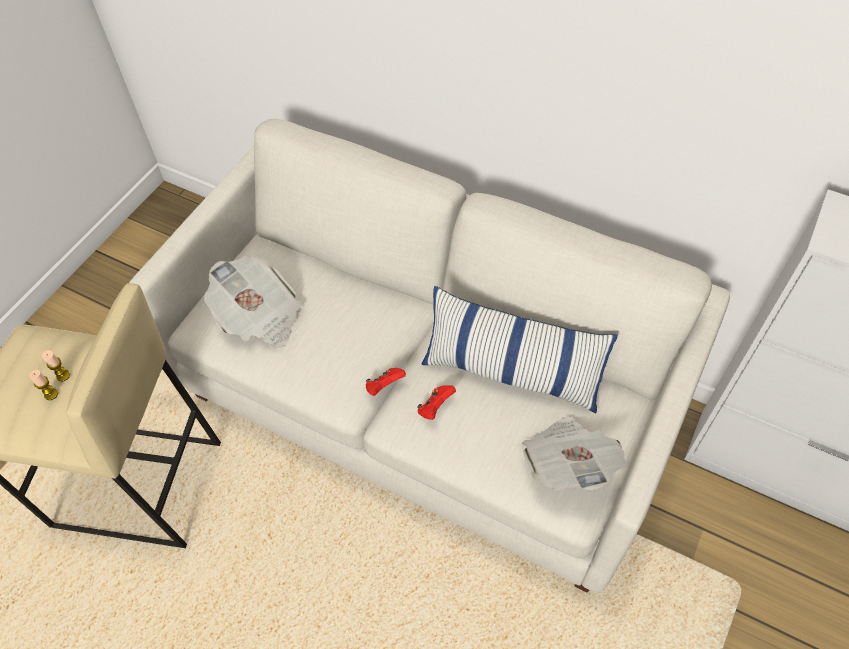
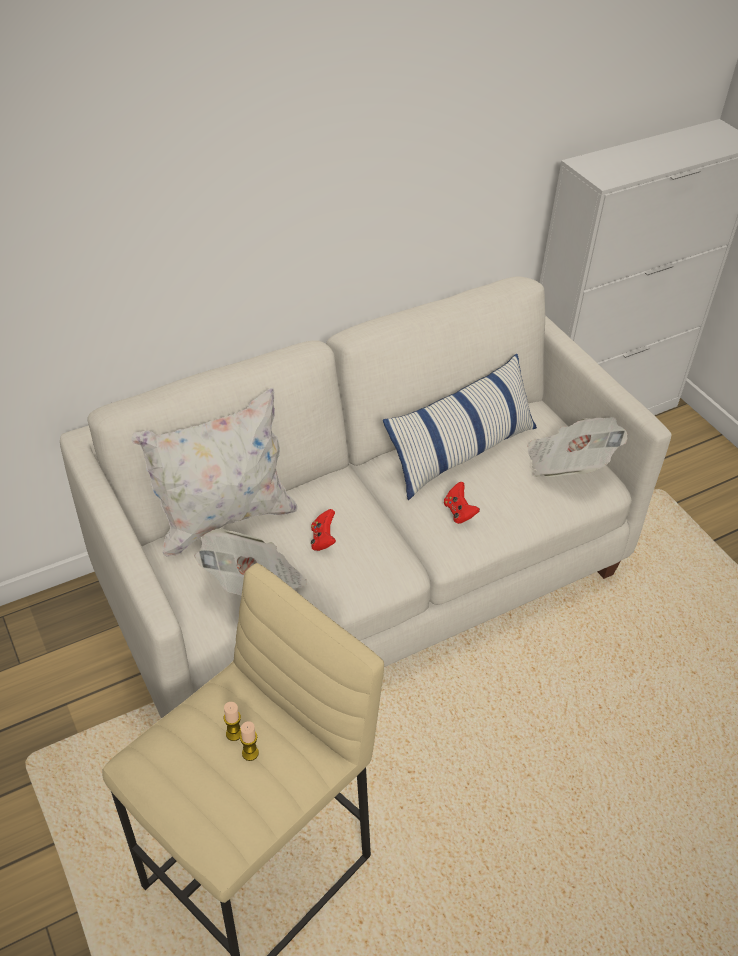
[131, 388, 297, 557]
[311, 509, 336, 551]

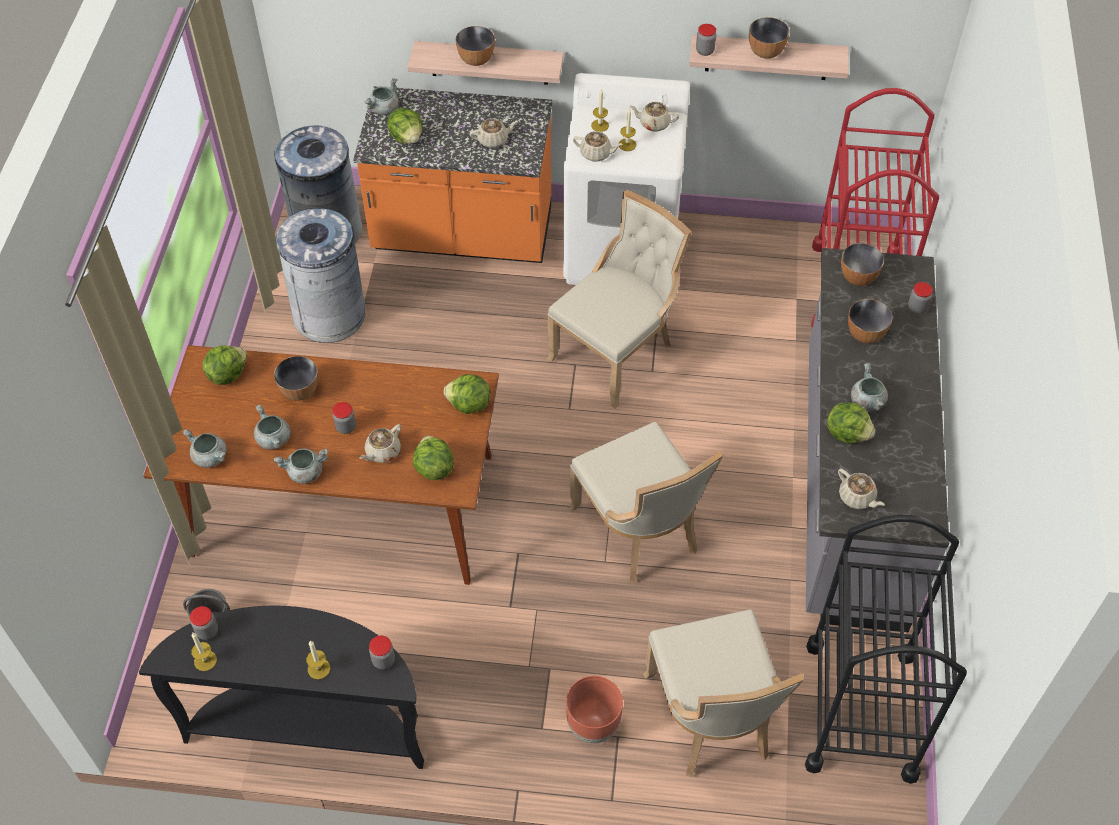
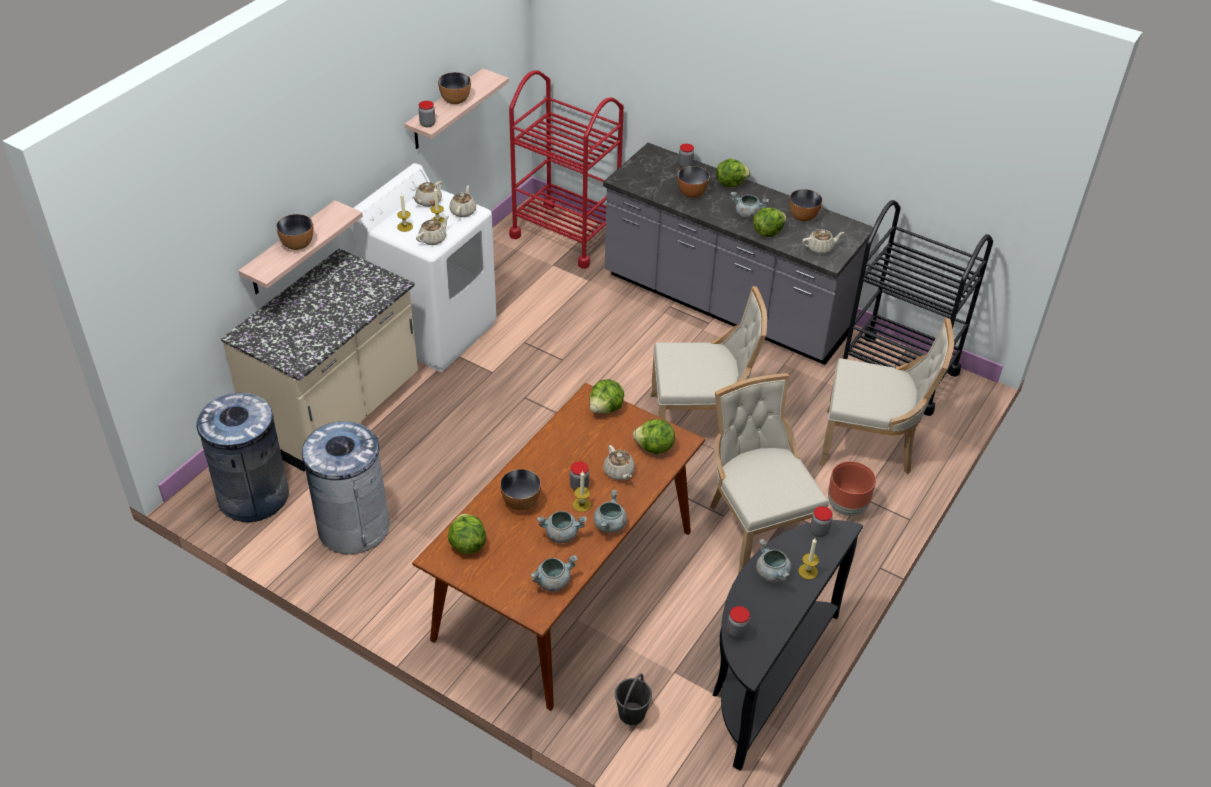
[221, 248, 418, 472]
[449, 185, 476, 217]
[573, 471, 591, 512]
[710, 373, 828, 574]
[716, 159, 750, 187]
[756, 539, 791, 583]
[789, 189, 822, 221]

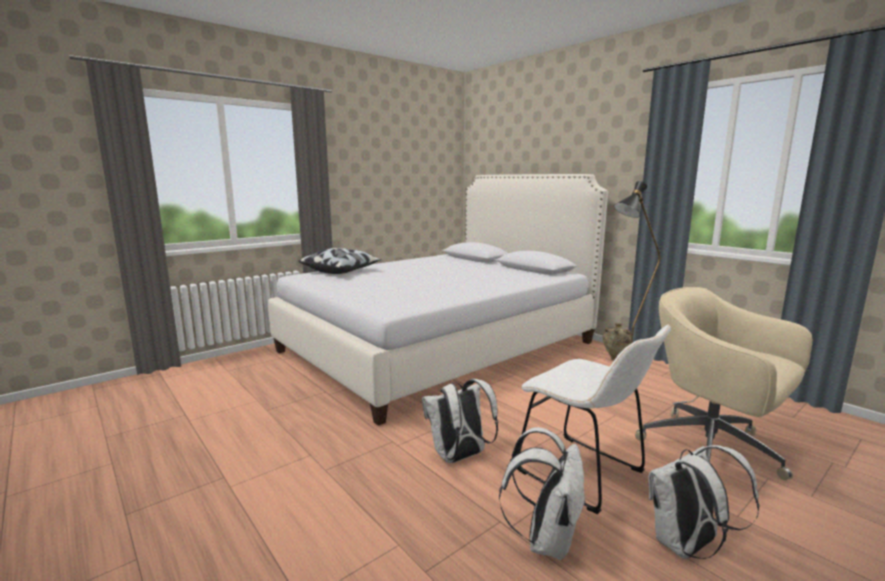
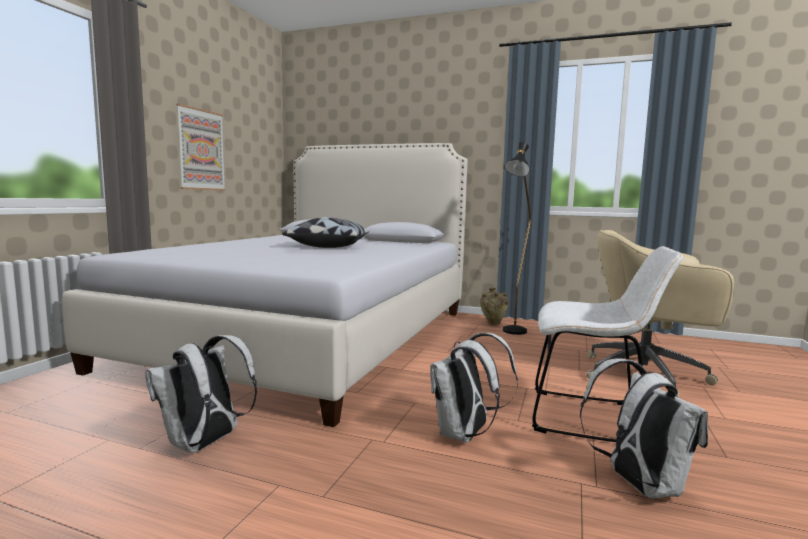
[145, 335, 257, 453]
[176, 104, 226, 191]
[283, 217, 369, 248]

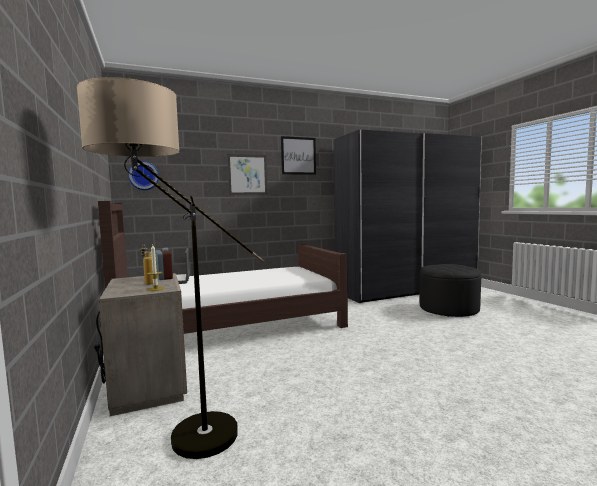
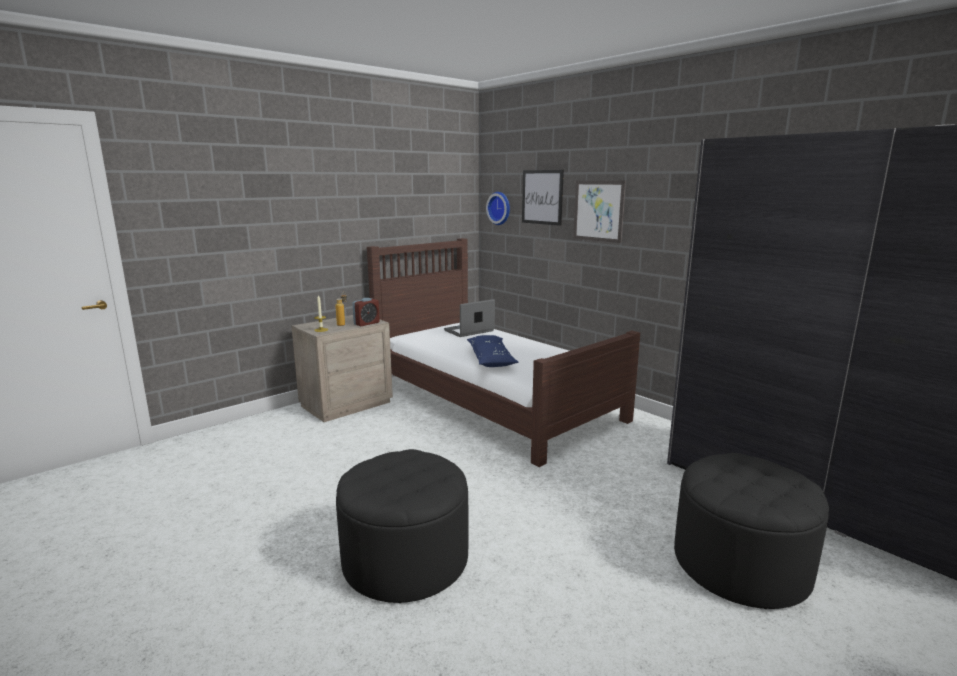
[336, 449, 469, 603]
[467, 335, 519, 367]
[522, 170, 564, 226]
[77, 77, 264, 459] (first image)

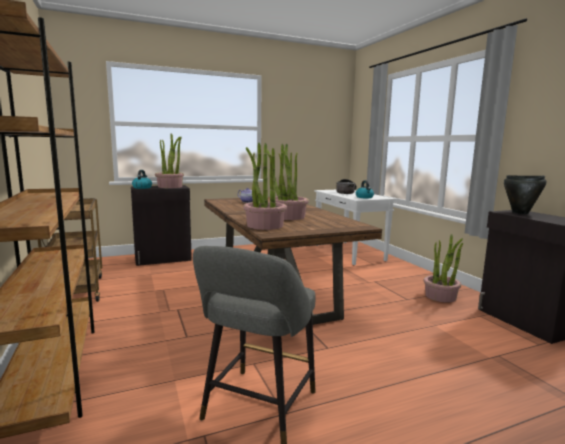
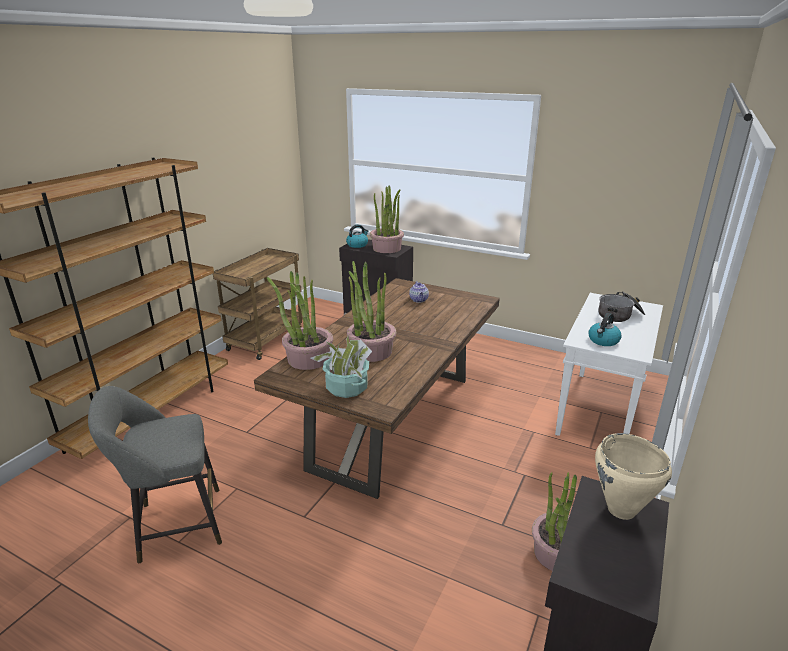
[310, 336, 372, 398]
[595, 433, 672, 520]

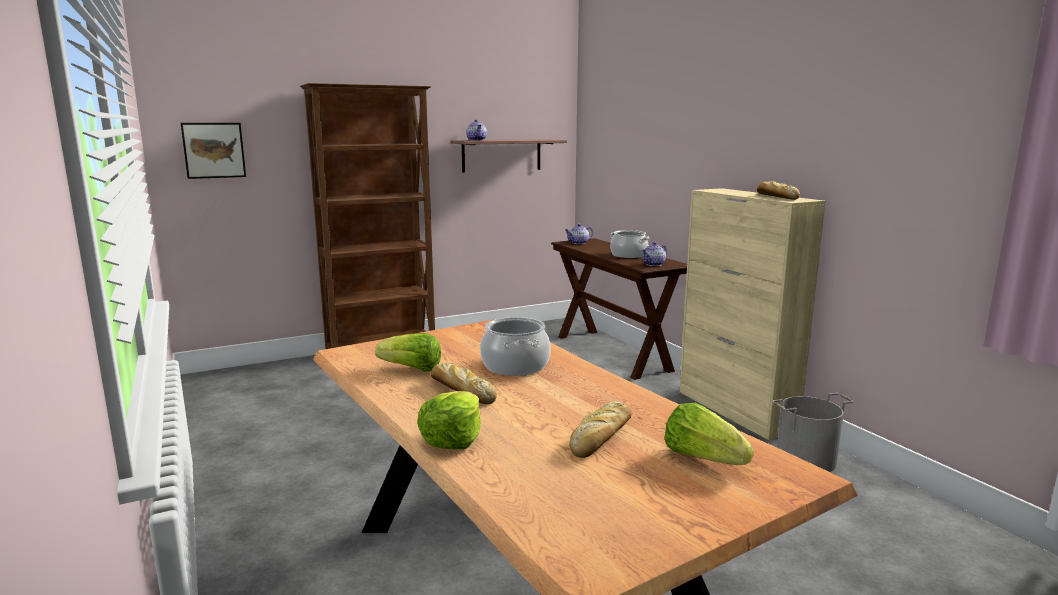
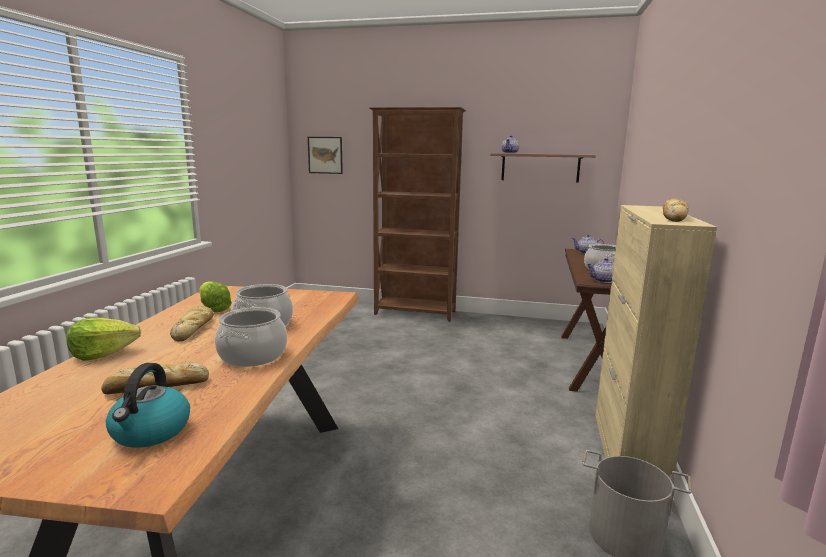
[106, 363, 190, 448]
[215, 307, 287, 367]

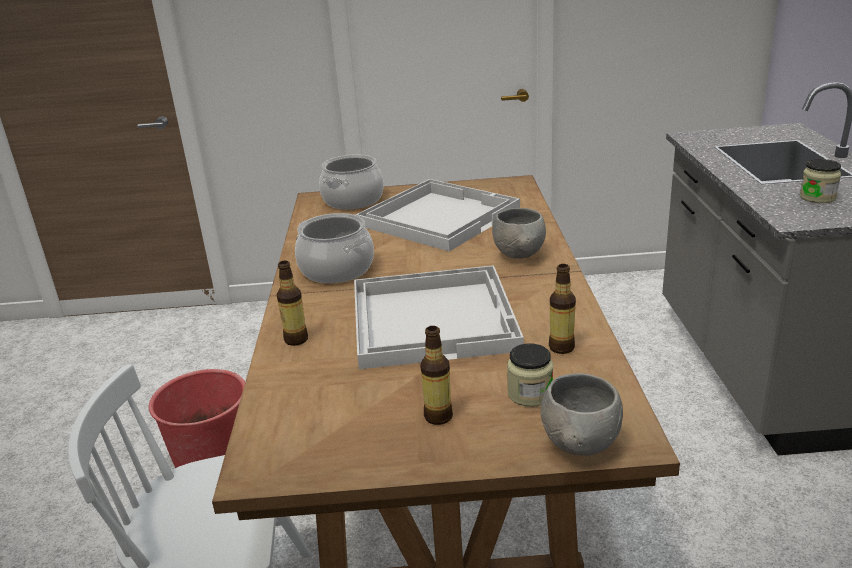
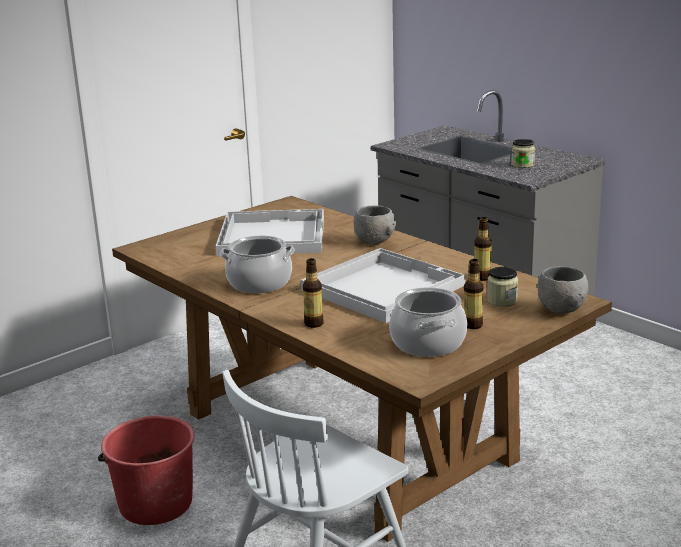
[389, 287, 467, 357]

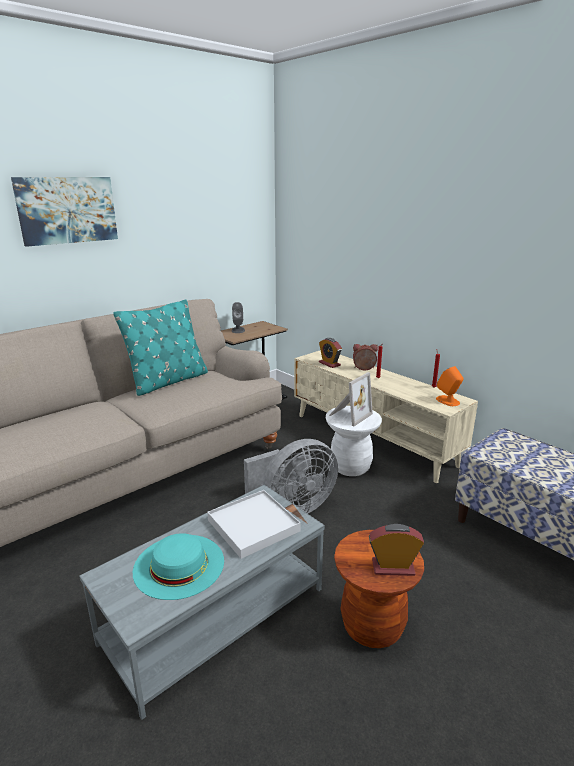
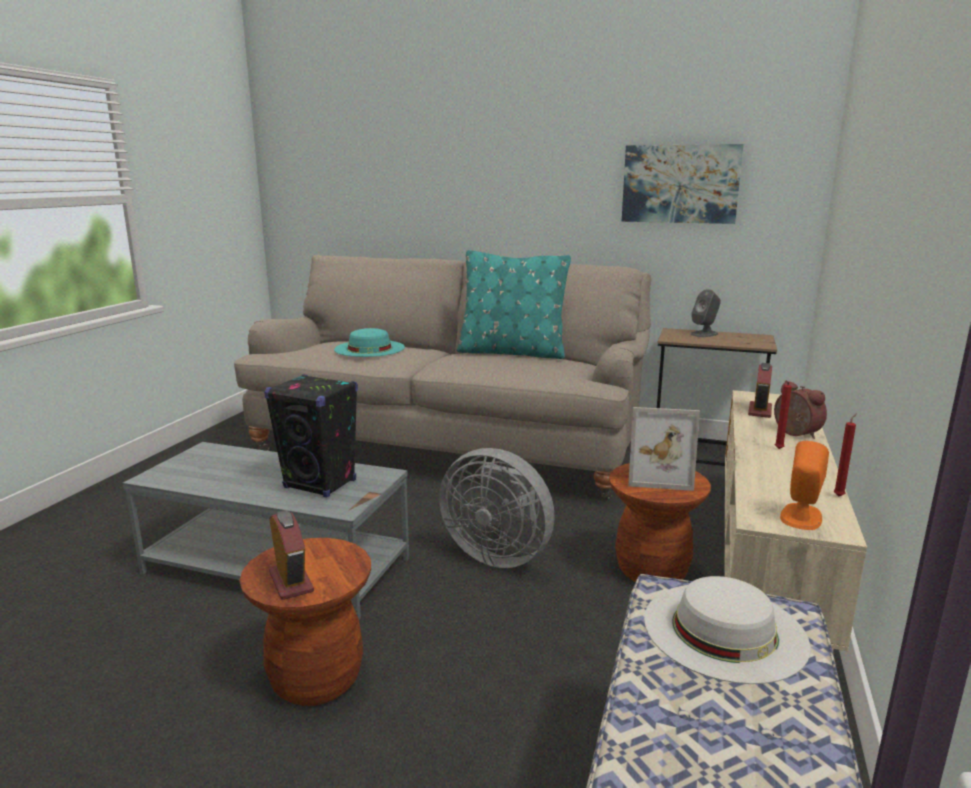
[264, 374, 358, 498]
[334, 328, 405, 357]
[609, 463, 711, 582]
[622, 144, 744, 224]
[644, 576, 810, 684]

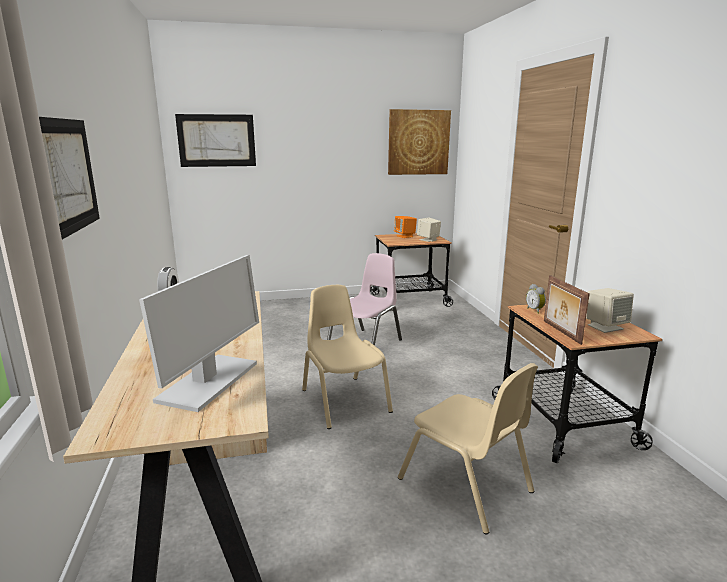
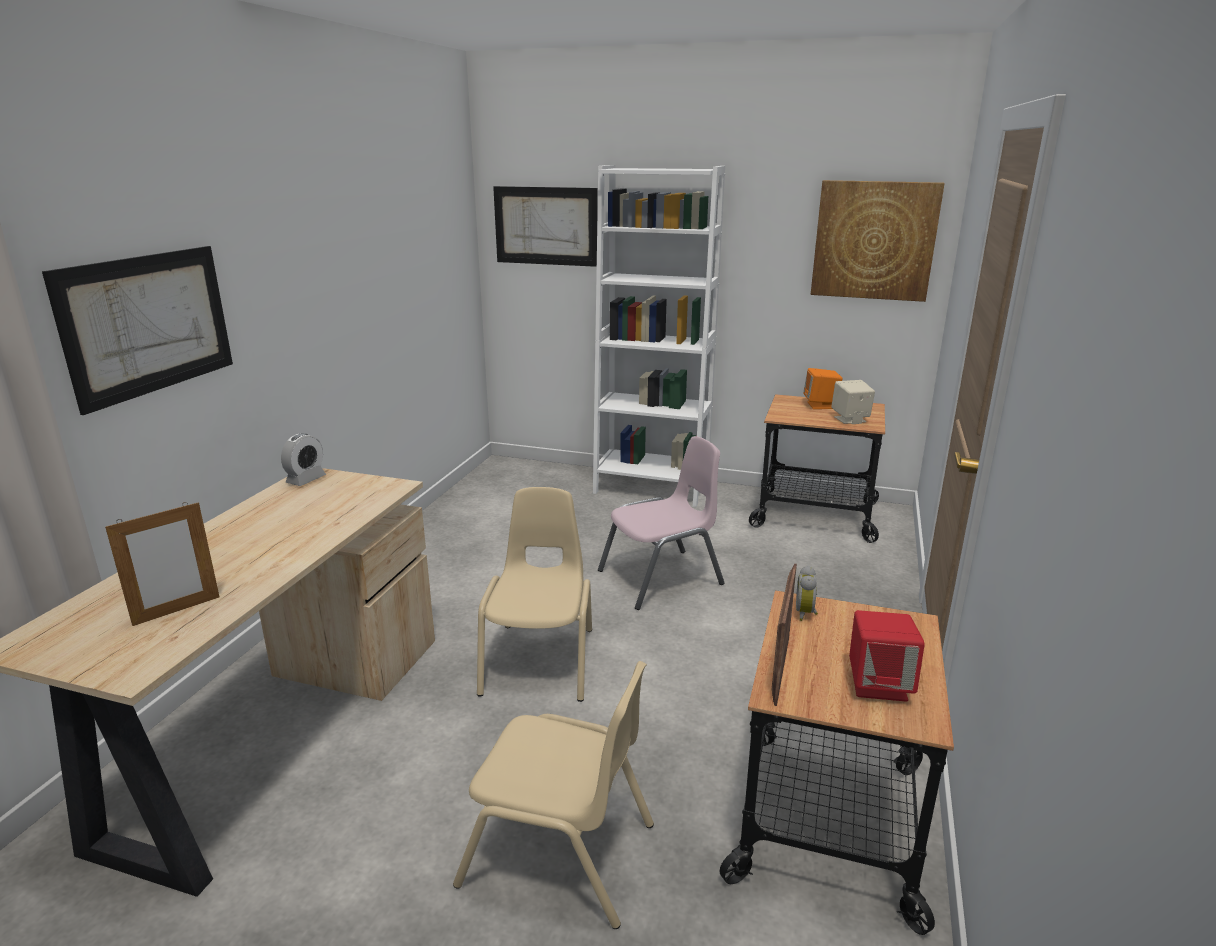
[105, 502, 219, 626]
[453, 661, 654, 929]
[593, 165, 725, 507]
[849, 610, 925, 702]

